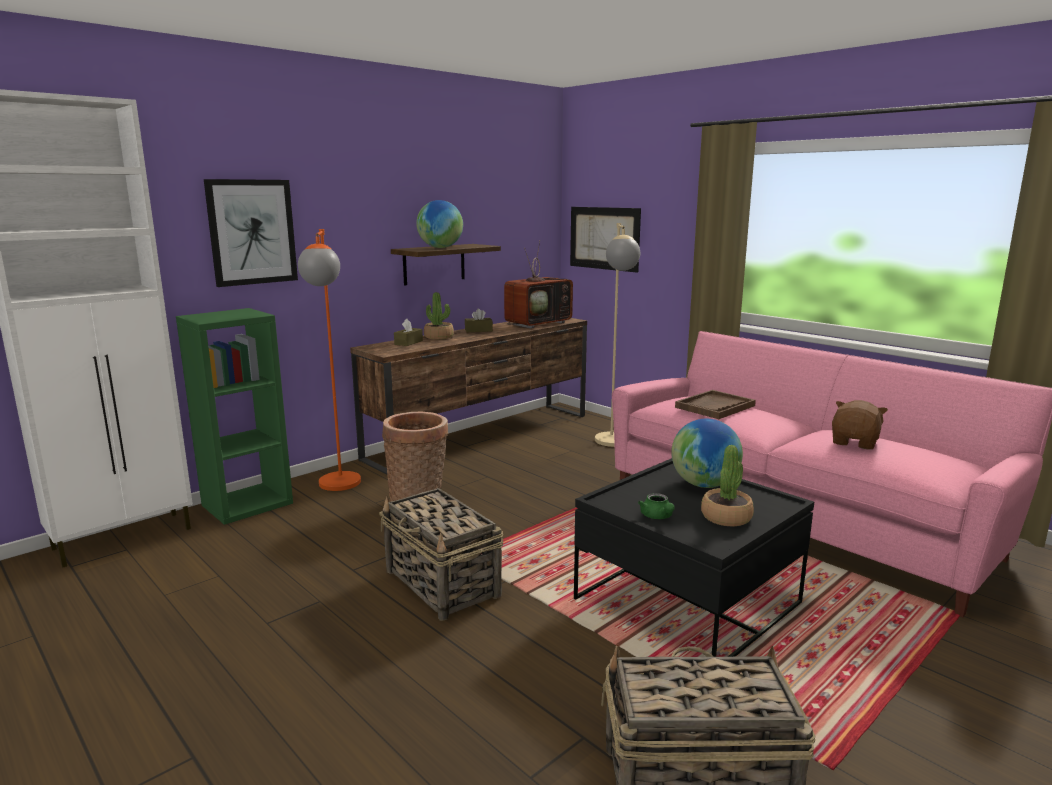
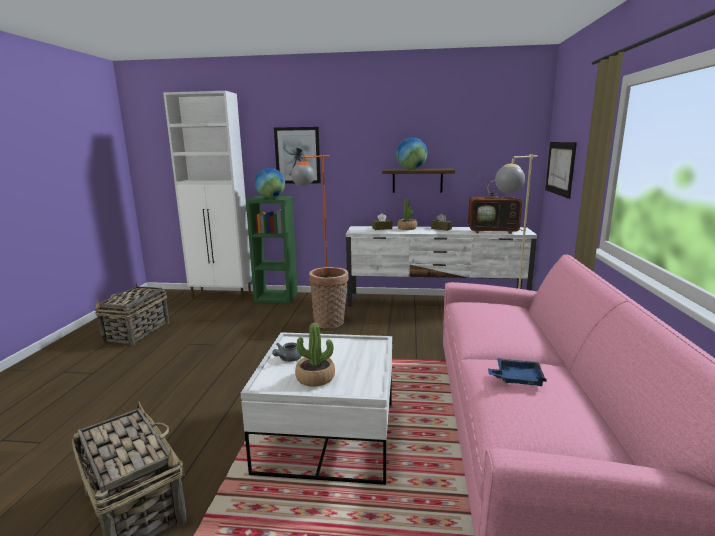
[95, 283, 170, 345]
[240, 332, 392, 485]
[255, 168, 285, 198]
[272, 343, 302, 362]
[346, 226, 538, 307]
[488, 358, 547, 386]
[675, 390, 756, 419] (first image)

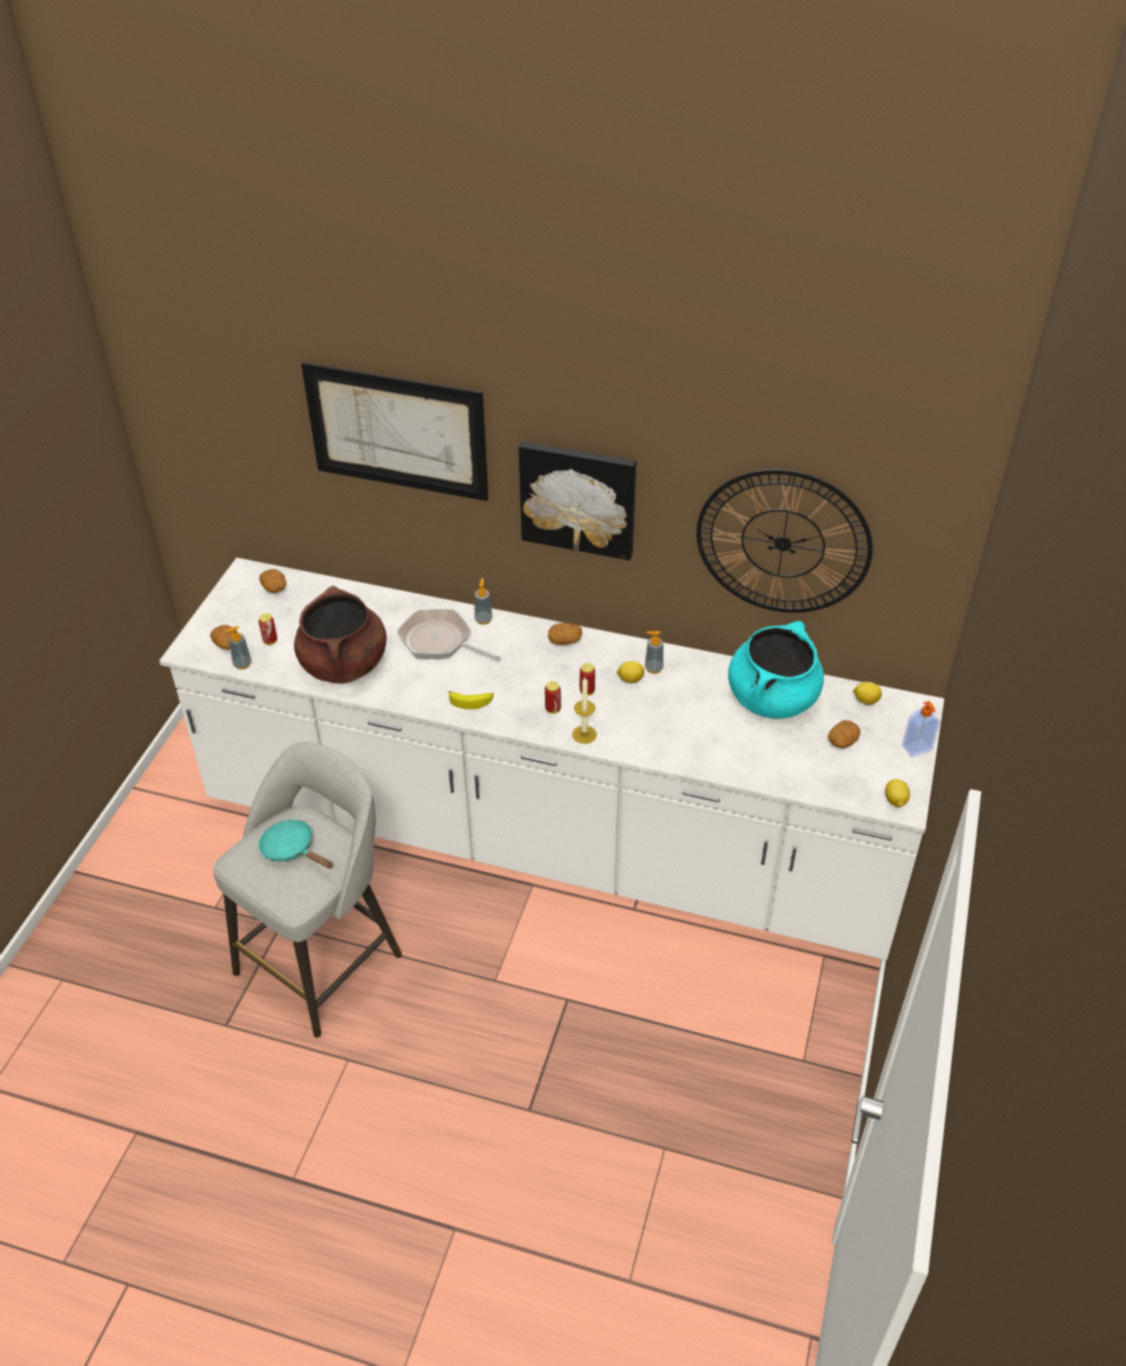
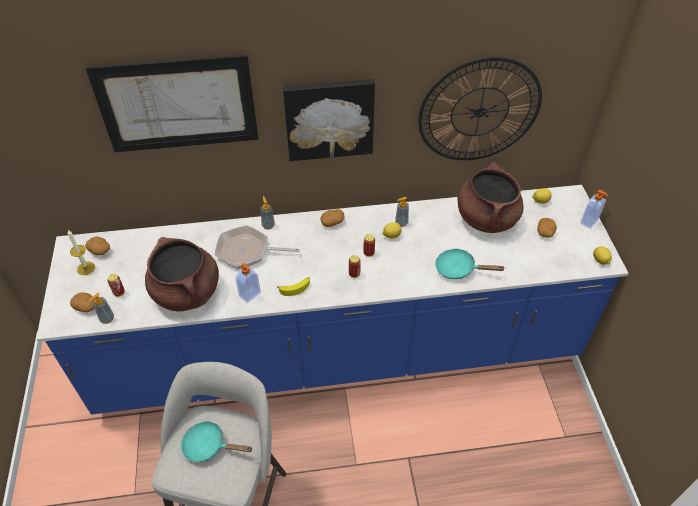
[36, 185, 628, 415]
[68, 230, 95, 275]
[235, 263, 261, 303]
[435, 248, 504, 279]
[457, 162, 523, 233]

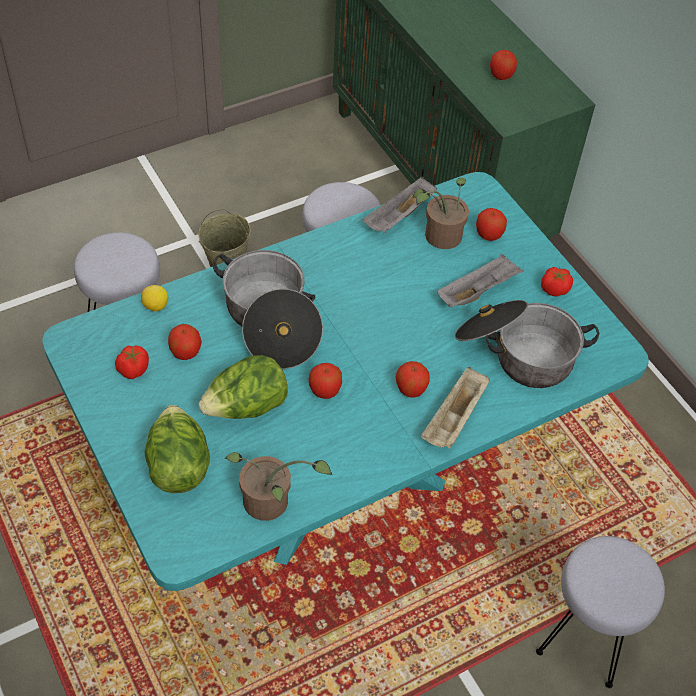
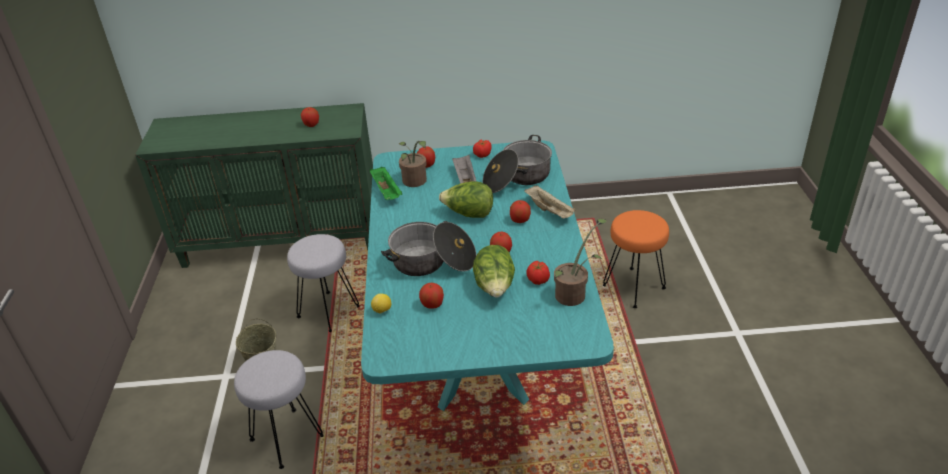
[370, 167, 402, 200]
[439, 181, 493, 218]
[526, 261, 550, 285]
[603, 210, 669, 308]

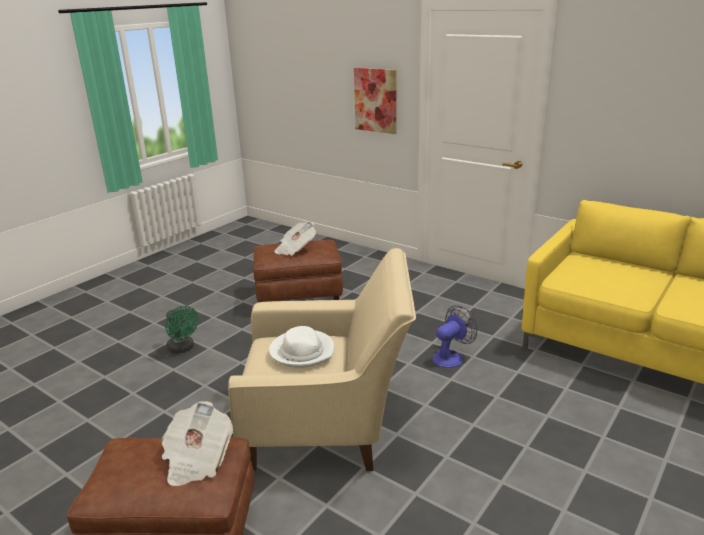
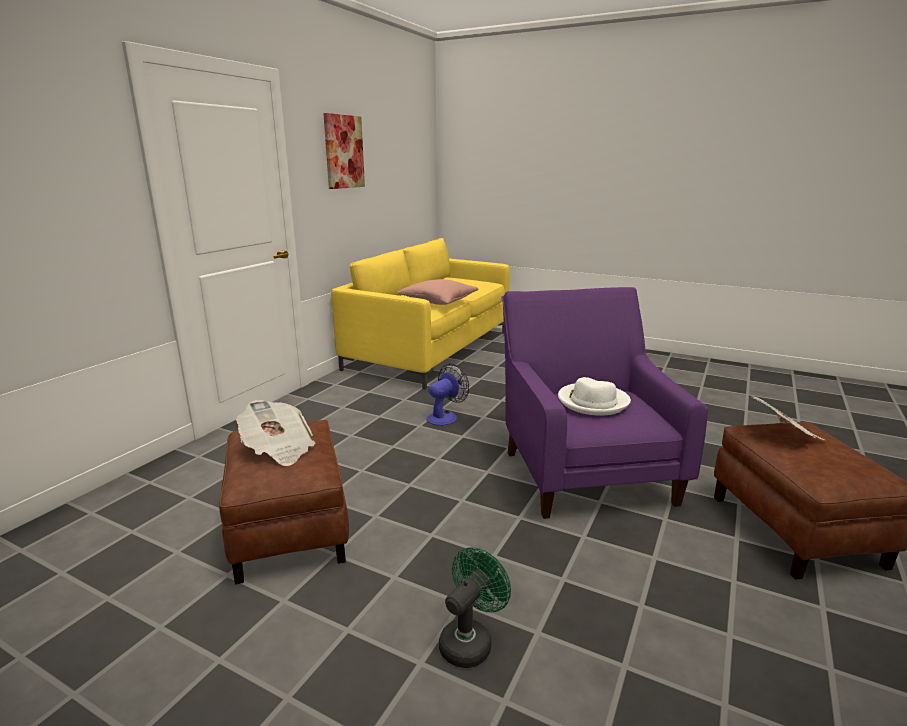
[323, 113, 365, 189]
[397, 279, 478, 305]
[427, 364, 469, 426]
[501, 287, 708, 519]

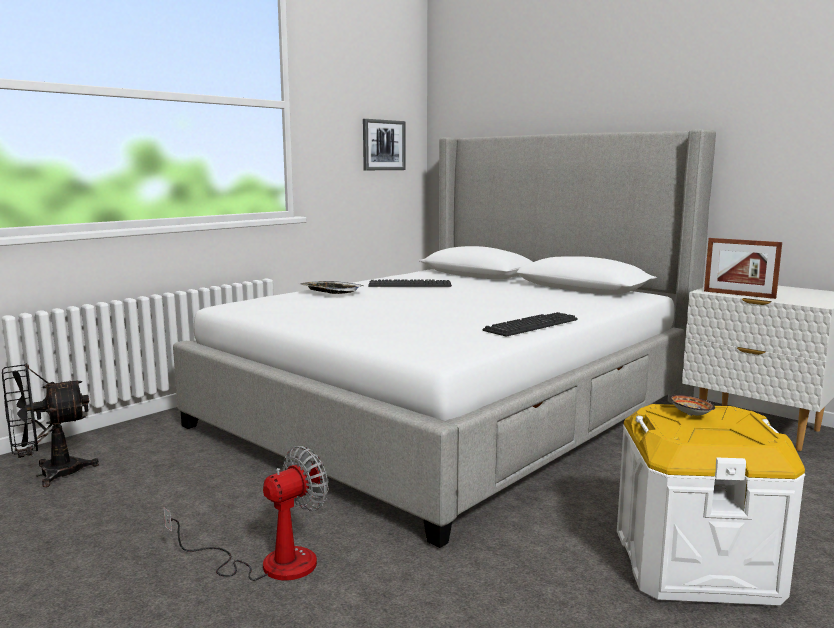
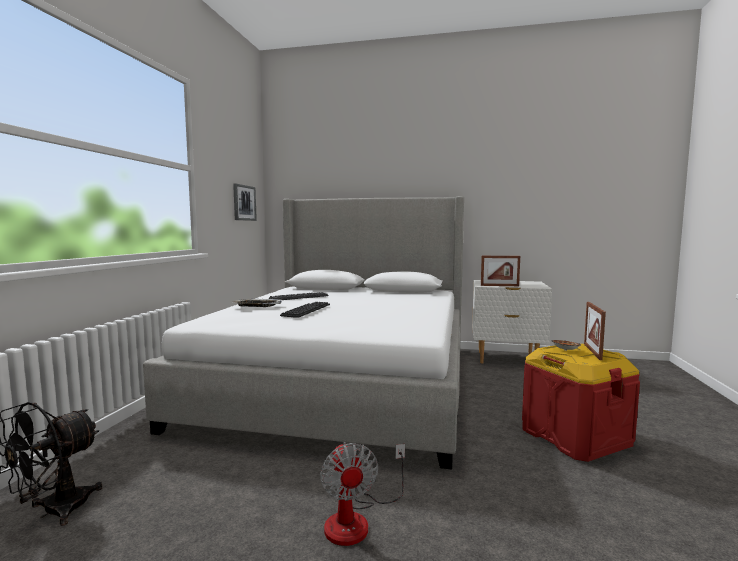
[280, 302, 330, 318]
[320, 442, 405, 546]
[522, 344, 640, 462]
[584, 302, 606, 360]

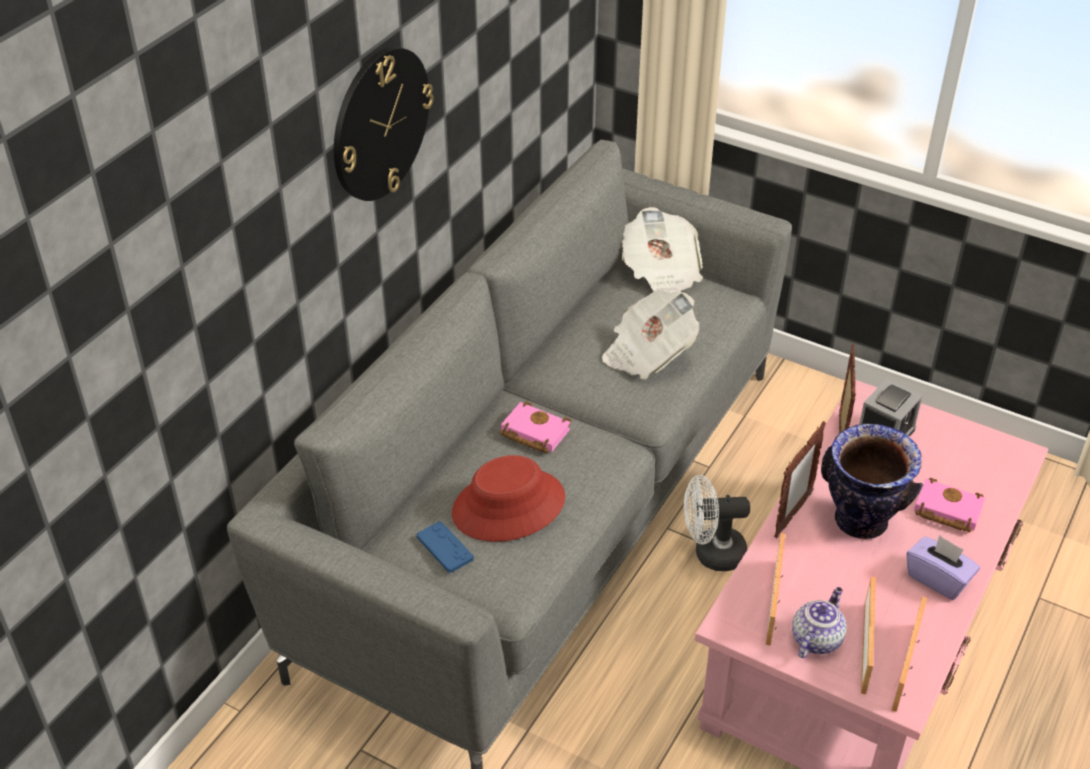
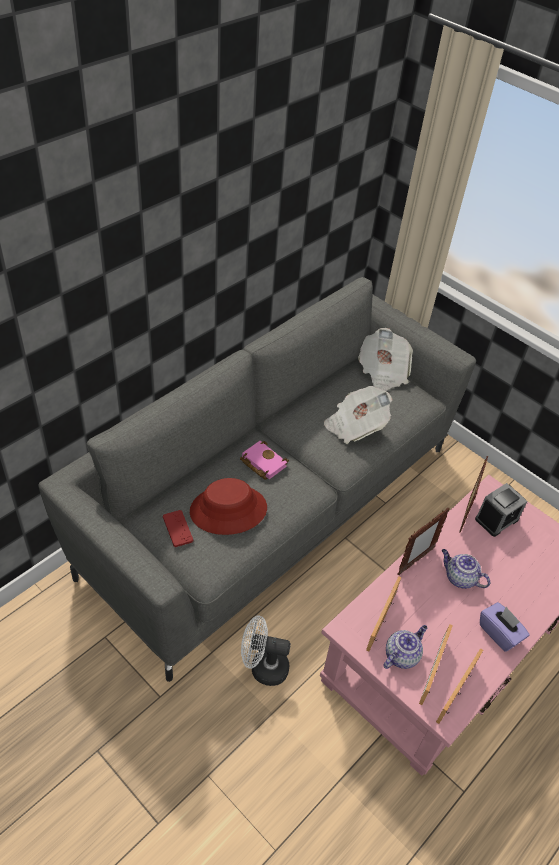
[163, 510, 193, 547]
[241, 616, 291, 686]
[442, 549, 490, 589]
[334, 47, 433, 201] (first image)
[914, 478, 985, 533] (first image)

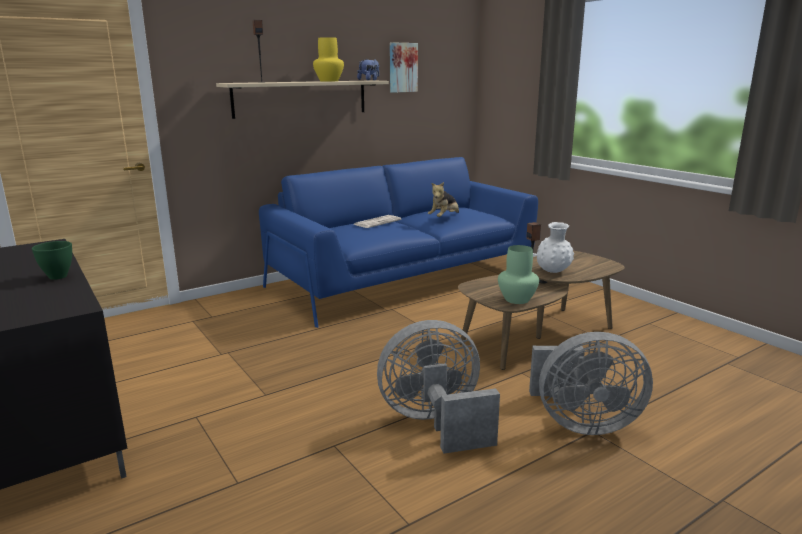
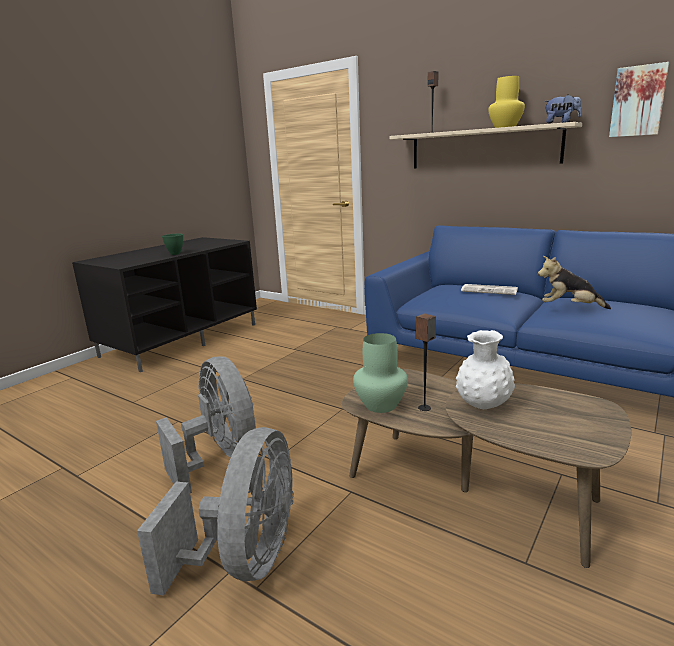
[137, 427, 294, 595]

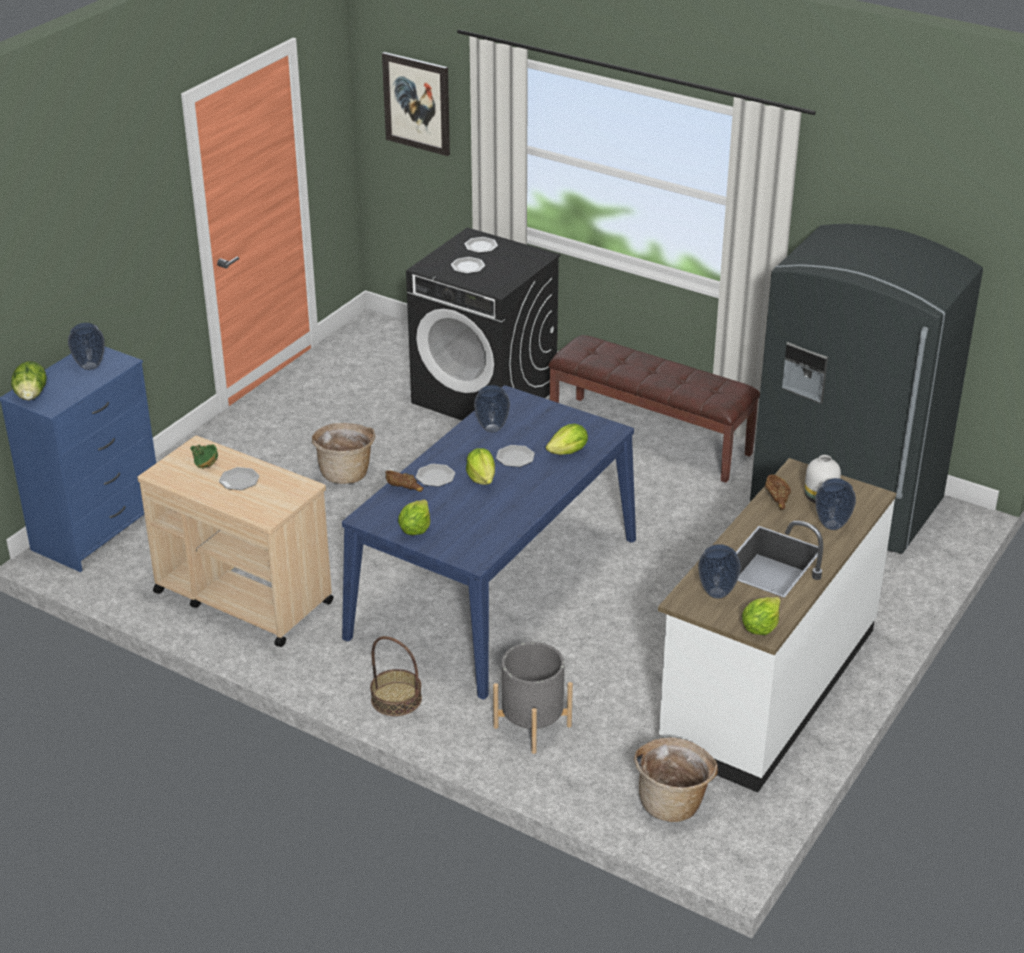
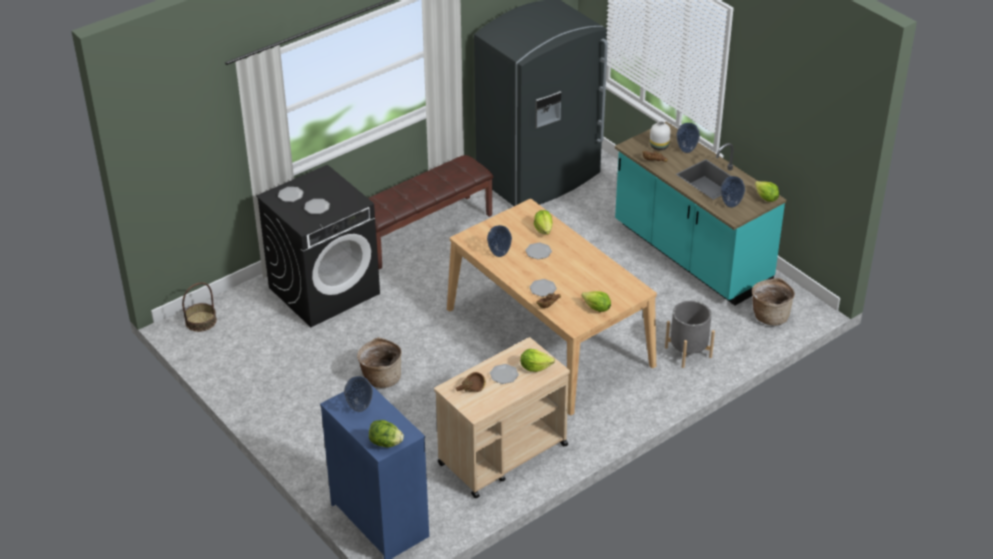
[182, 282, 217, 332]
[447, 199, 657, 415]
[456, 372, 486, 392]
[520, 349, 555, 372]
[615, 122, 786, 306]
[382, 52, 450, 156] (first image)

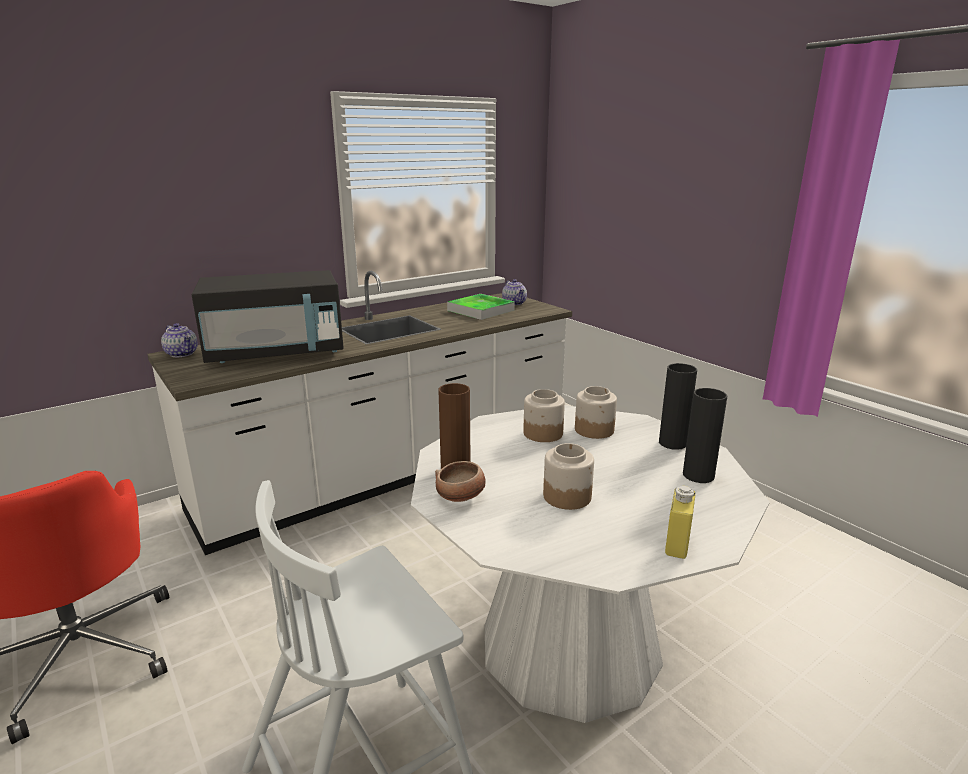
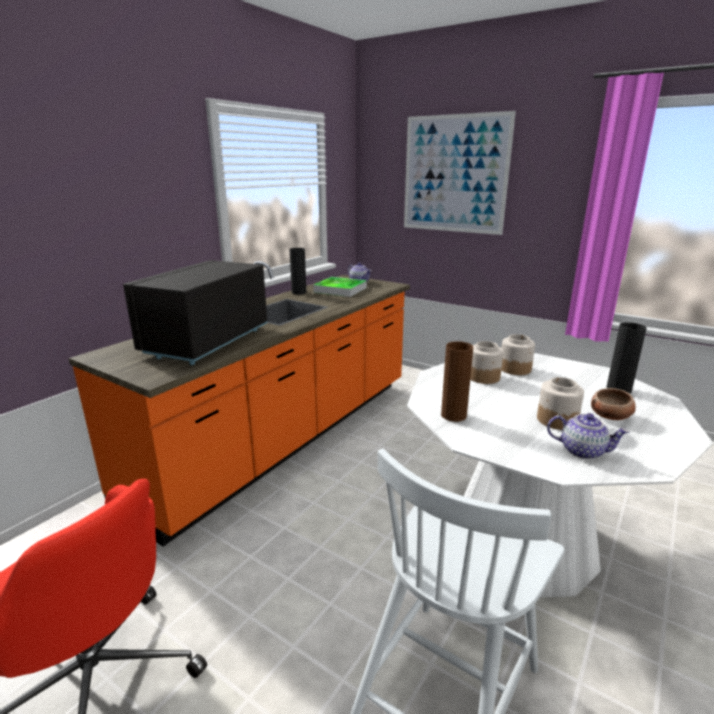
[69, 261, 410, 546]
[123, 260, 267, 365]
[289, 248, 306, 295]
[404, 111, 516, 235]
[547, 413, 629, 459]
[591, 388, 636, 420]
[665, 486, 696, 559] (first image)

